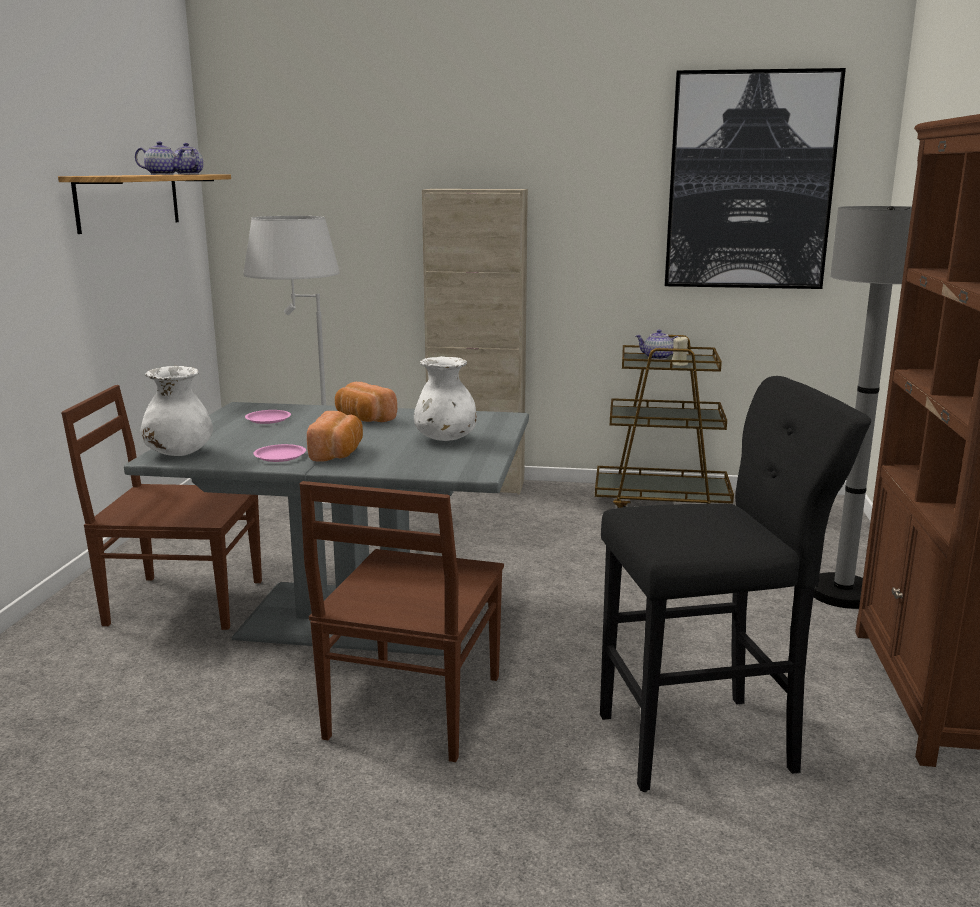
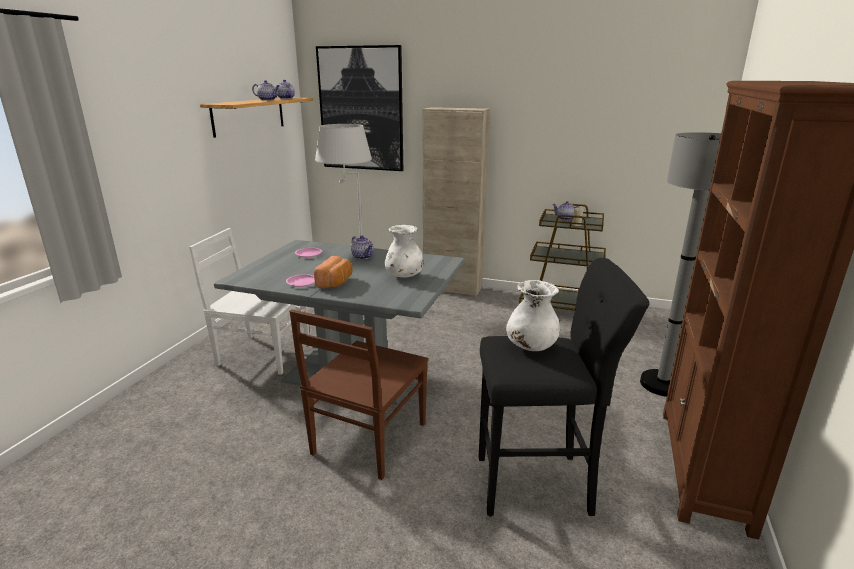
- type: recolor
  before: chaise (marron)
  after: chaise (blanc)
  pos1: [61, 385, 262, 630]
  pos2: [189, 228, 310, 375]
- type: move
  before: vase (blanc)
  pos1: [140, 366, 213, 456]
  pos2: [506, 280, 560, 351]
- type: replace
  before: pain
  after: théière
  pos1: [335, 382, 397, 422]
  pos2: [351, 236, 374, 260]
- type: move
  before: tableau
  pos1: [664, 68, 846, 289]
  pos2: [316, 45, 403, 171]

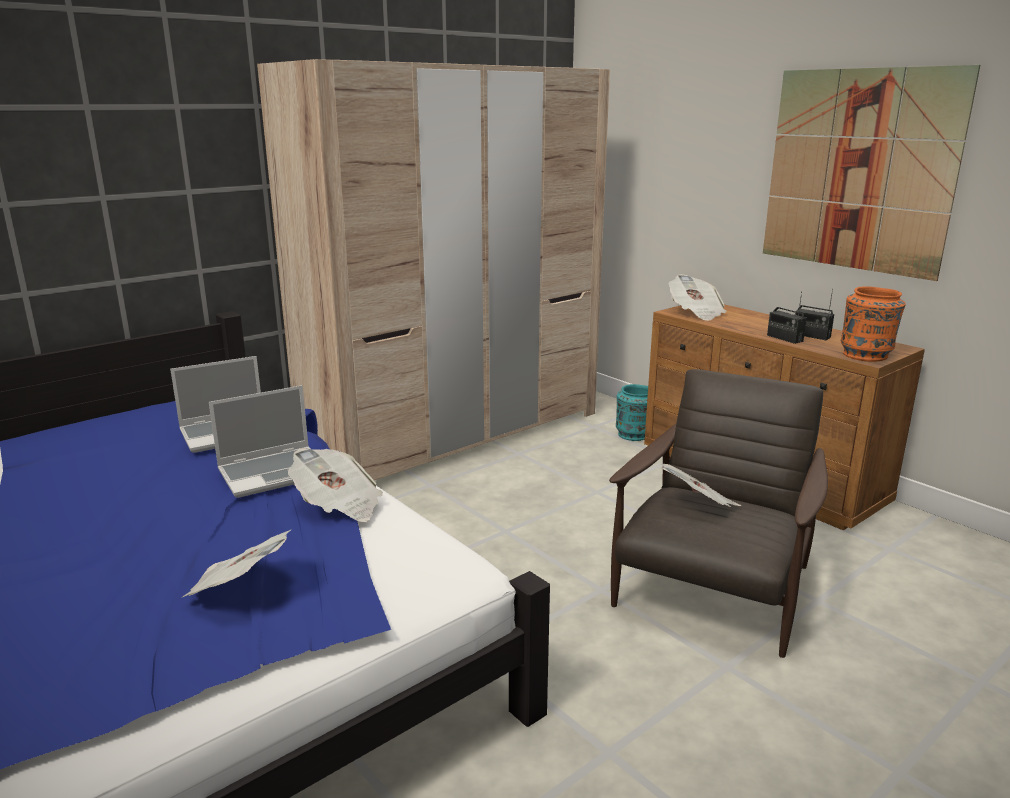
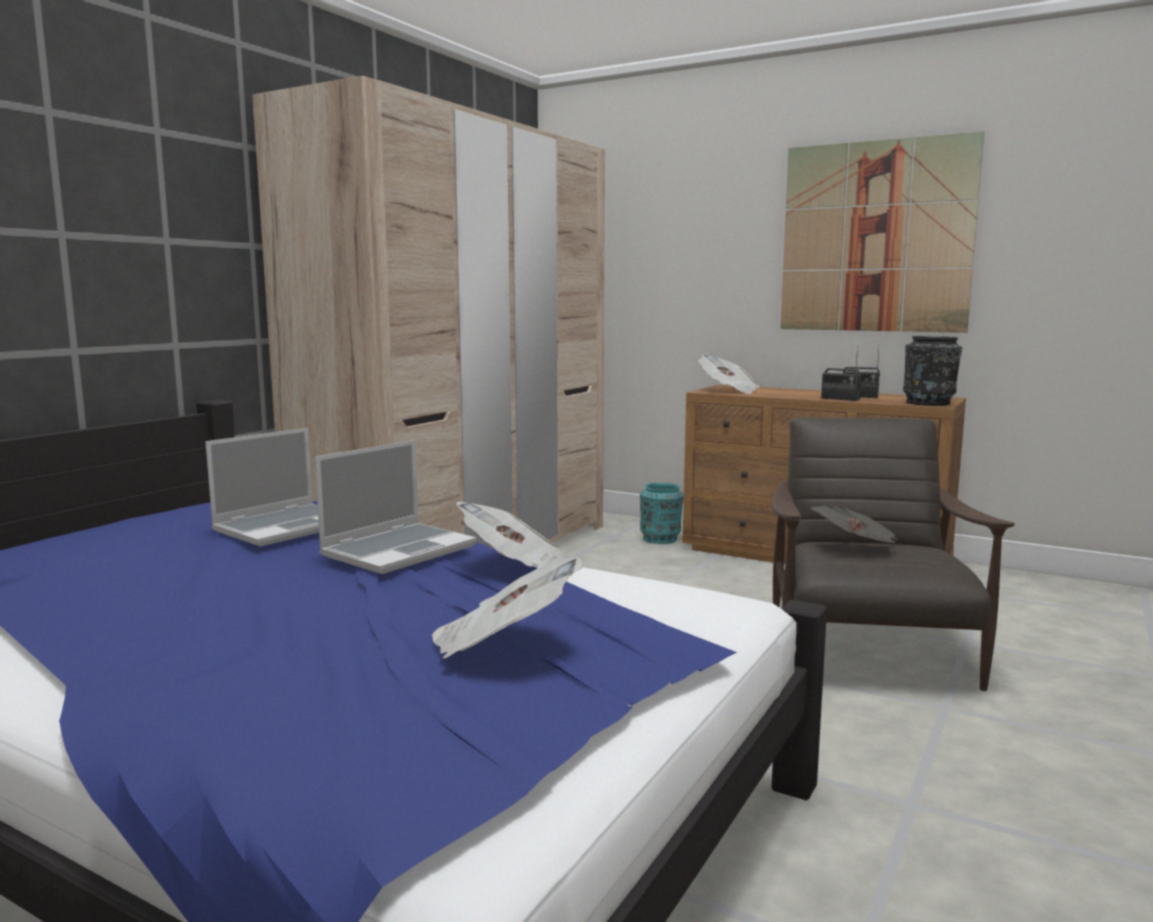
- type: recolor
  before: vase (orange)
  after: vase (noir)
  pos1: [841, 286, 906, 362]
  pos2: [903, 336, 962, 406]

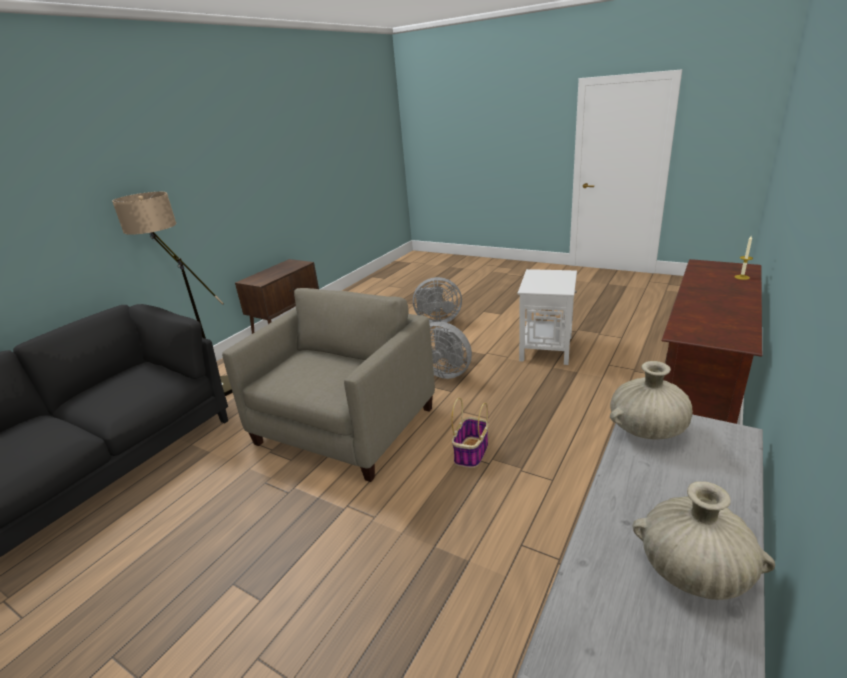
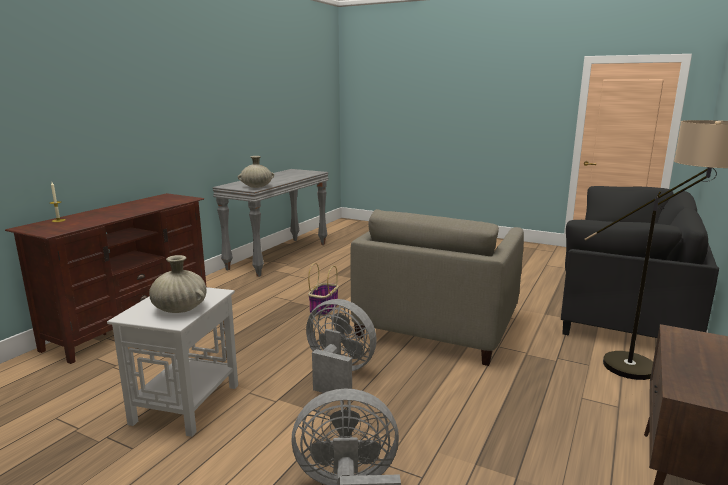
- type: move
  before: vase (beige)
  pos1: [633, 481, 775, 600]
  pos2: [149, 255, 207, 313]

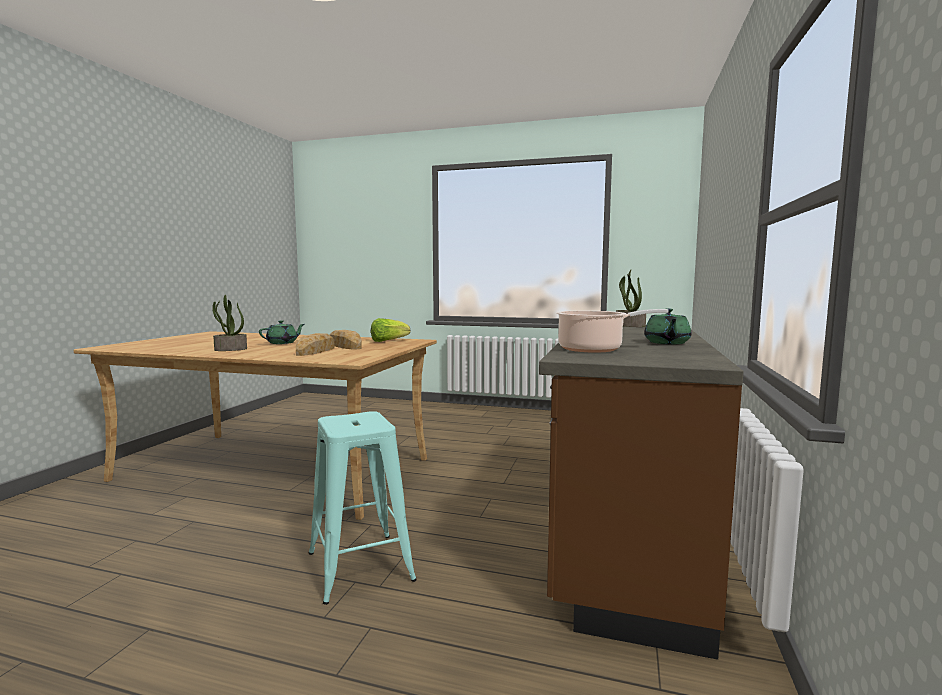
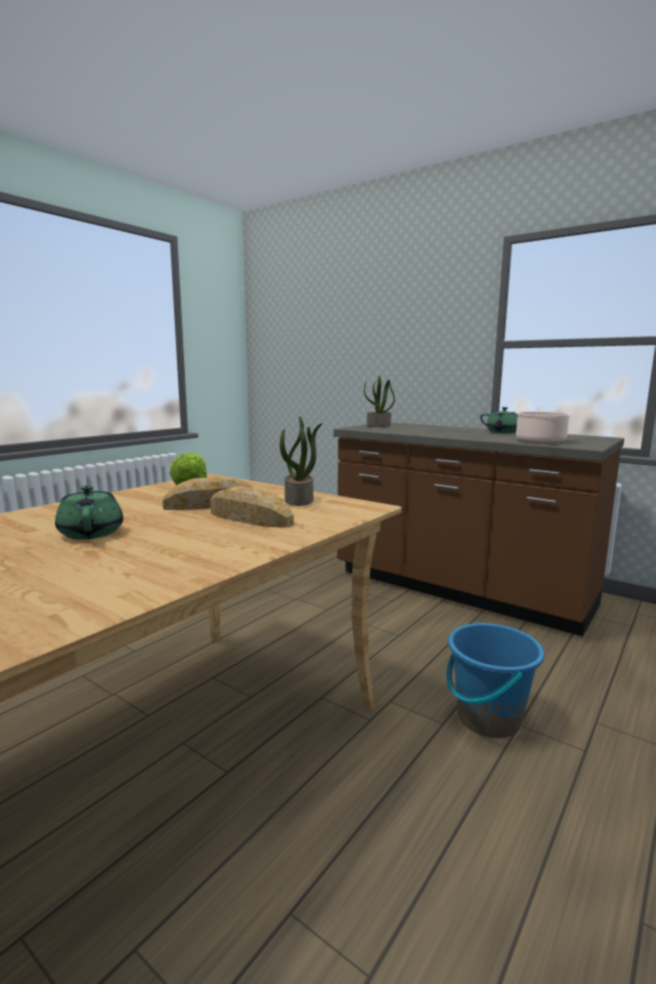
- type: move
  before: plante en pot
  pos1: [212, 295, 247, 351]
  pos2: [280, 416, 323, 506]
- type: replace
  before: tabouret (turquoise)
  after: seau (bleu)
  pos1: [309, 411, 417, 605]
  pos2: [446, 622, 544, 738]

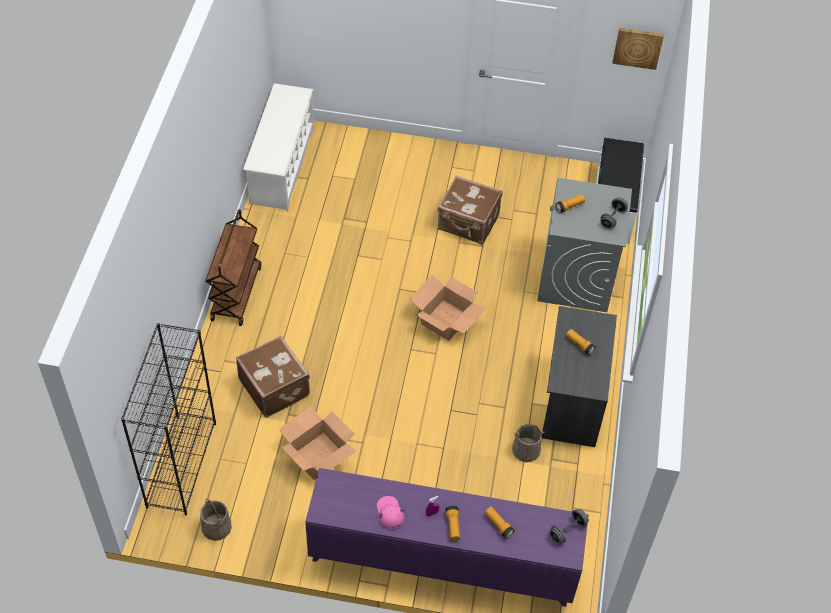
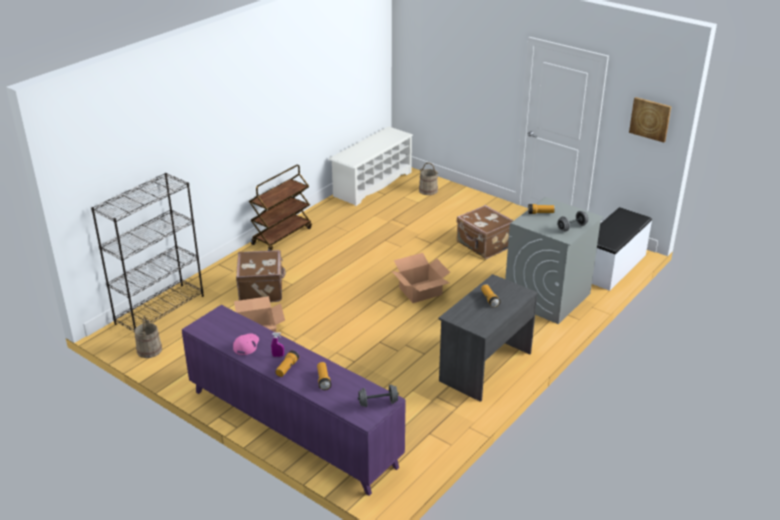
- type: move
  before: seau (beige)
  pos1: [512, 423, 545, 462]
  pos2: [419, 162, 438, 195]

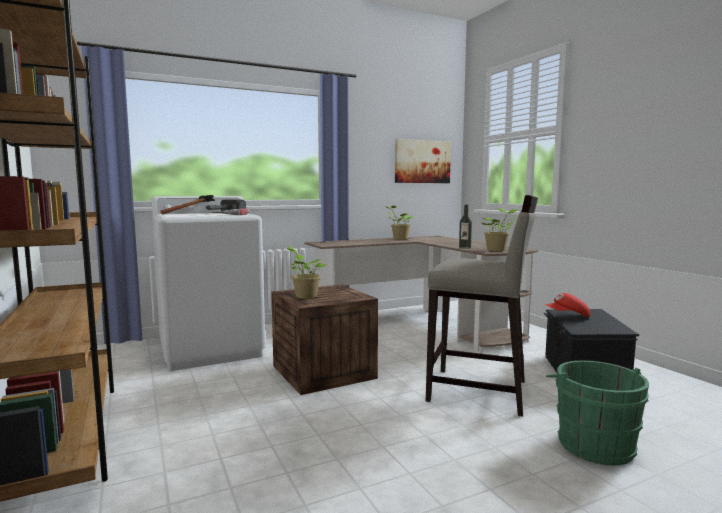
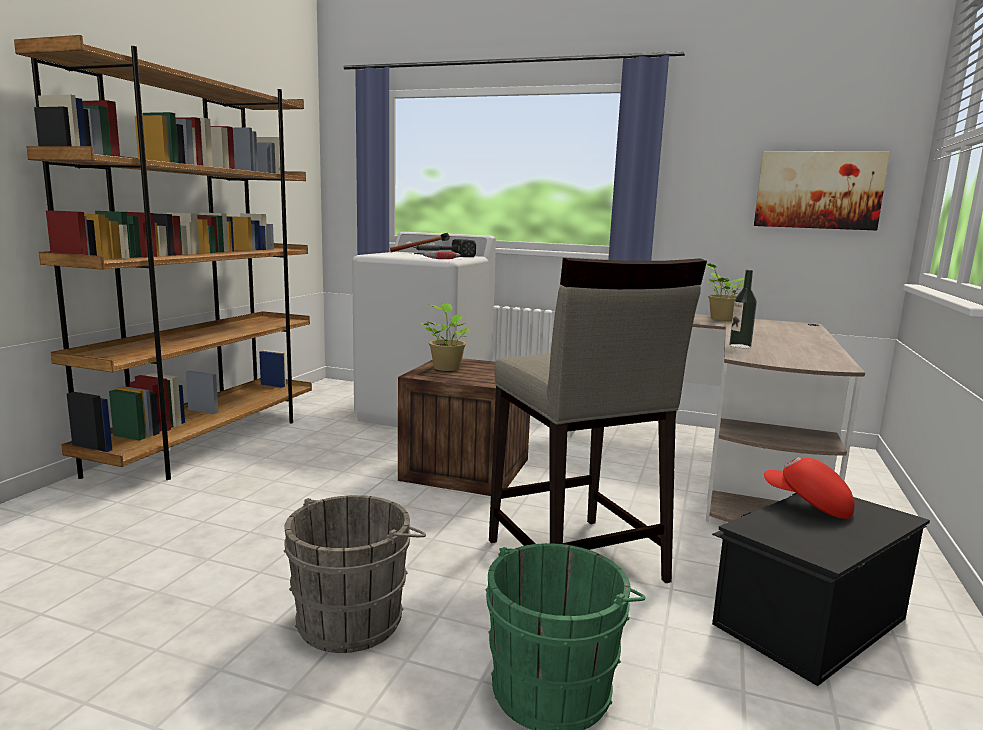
- type: delete
  before: plante en pot
  pos1: [482, 208, 518, 251]
- type: insert
  after: seau (gris)
  pos2: [284, 495, 426, 653]

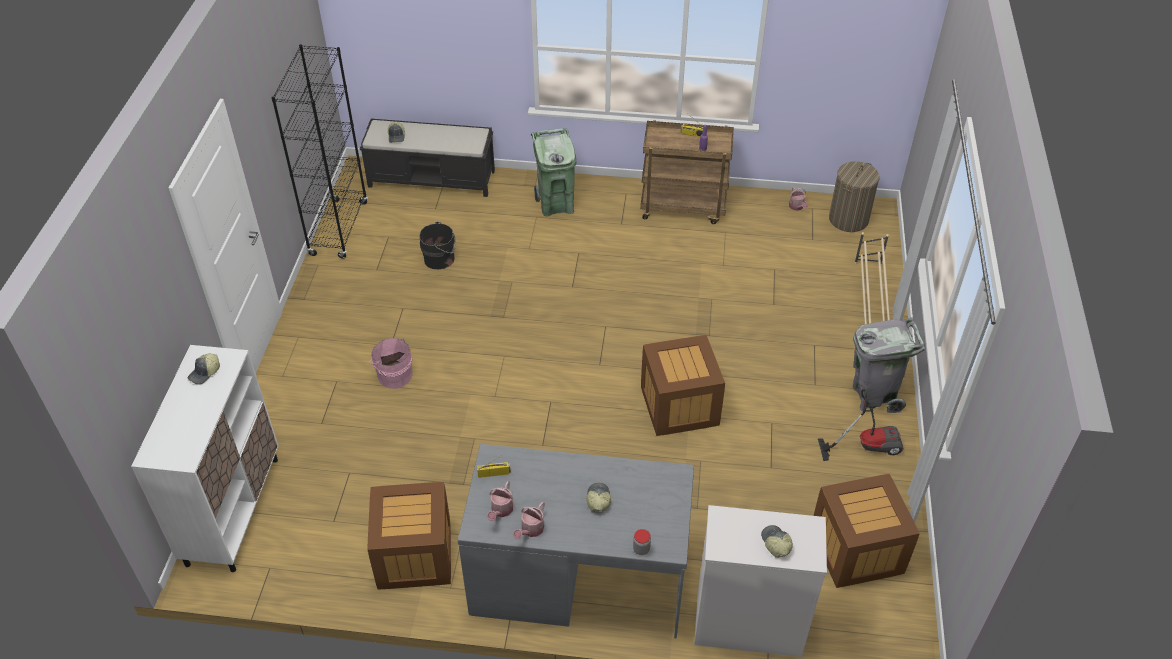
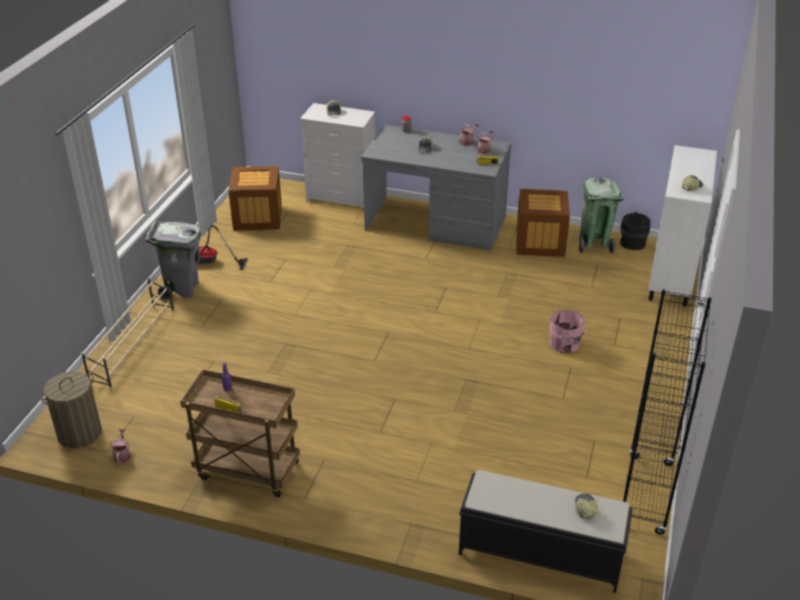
- type: move
  before: seau (noir)
  pos1: [419, 222, 456, 270]
  pos2: [620, 211, 651, 250]
- type: move
  before: poubelle (vert)
  pos1: [531, 129, 576, 217]
  pos2: [579, 177, 624, 254]
- type: delete
  before: caisse
  pos1: [641, 335, 725, 436]

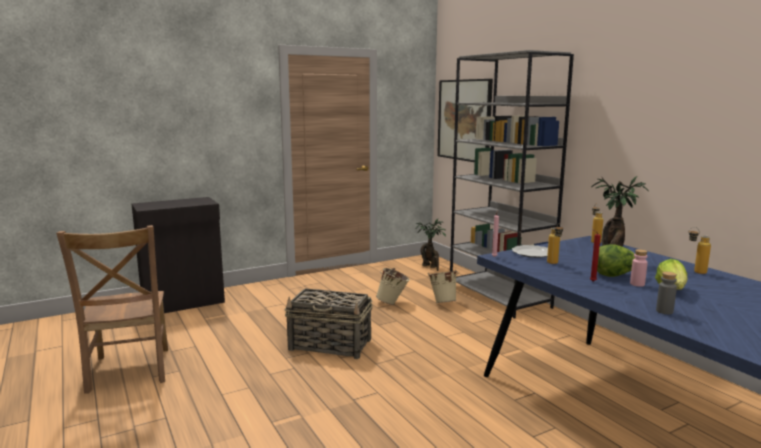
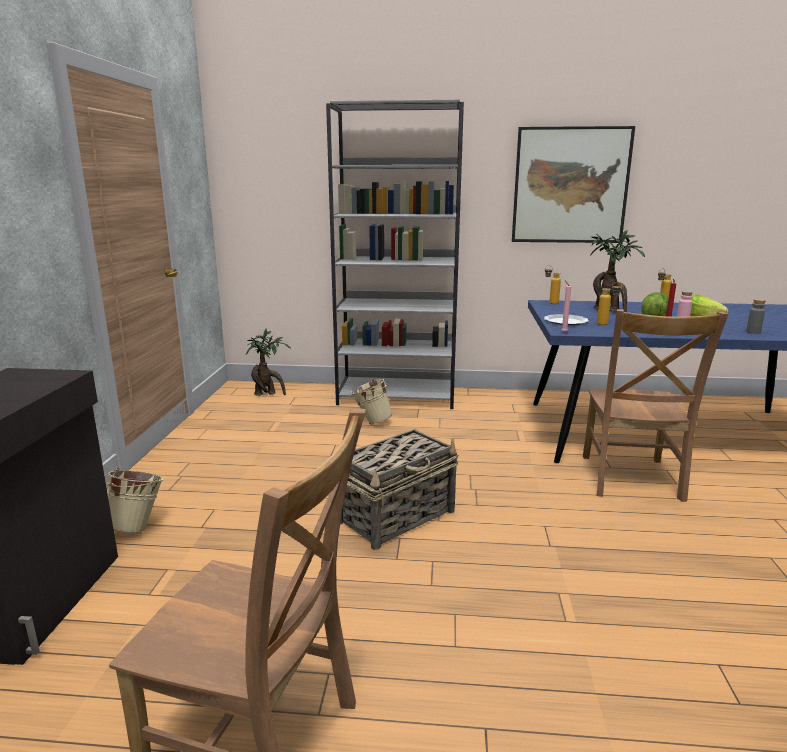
- type: move
  before: seau (beige)
  pos1: [376, 268, 410, 305]
  pos2: [105, 467, 164, 533]
- type: move
  before: tableau
  pos1: [437, 79, 493, 162]
  pos2: [512, 126, 635, 243]
- type: insert
  after: chaise (marron)
  pos2: [583, 309, 728, 502]

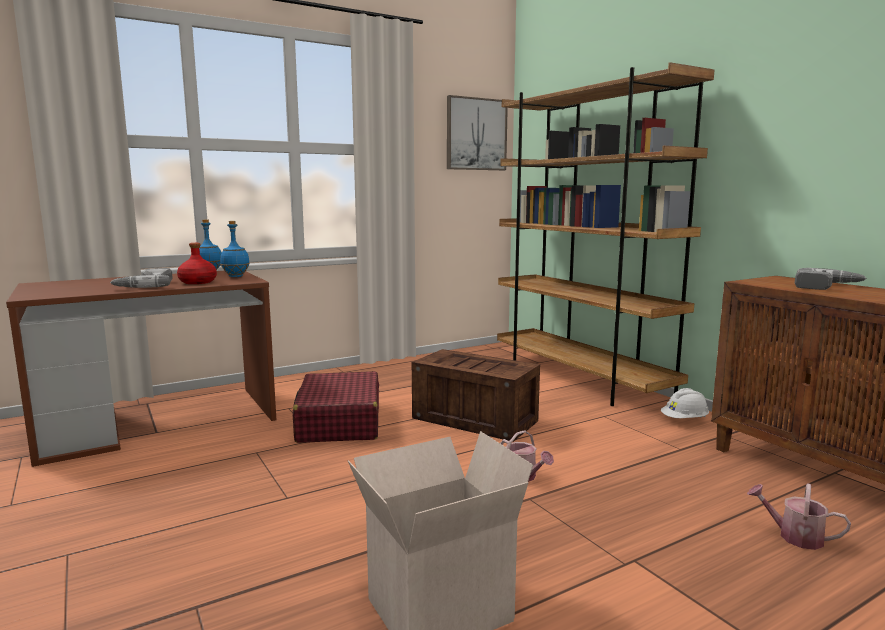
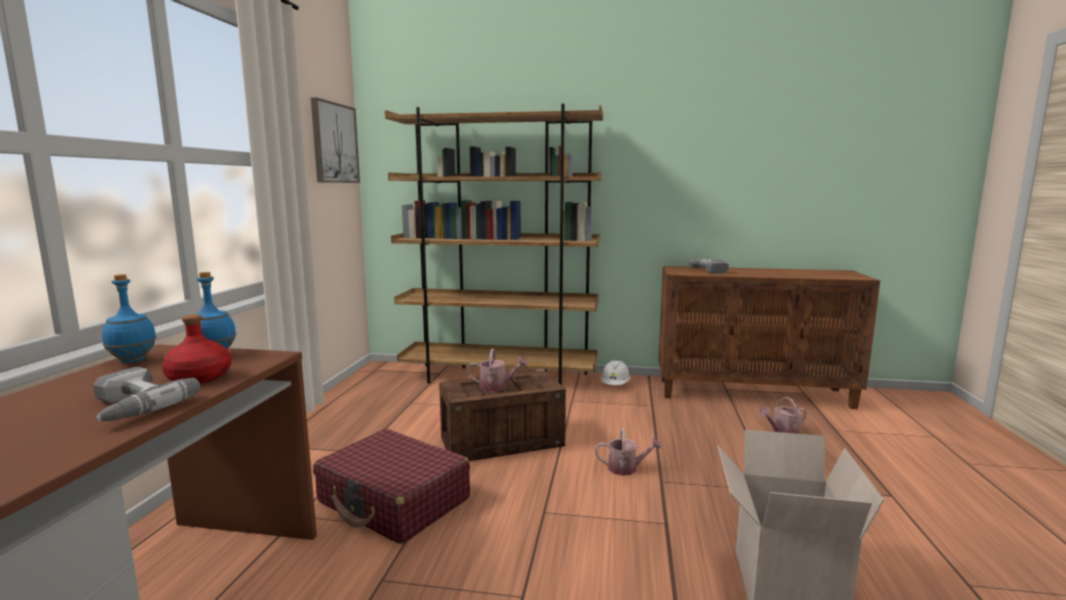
- type: insert
  after: arrosoir
  pos2: [467, 348, 528, 391]

